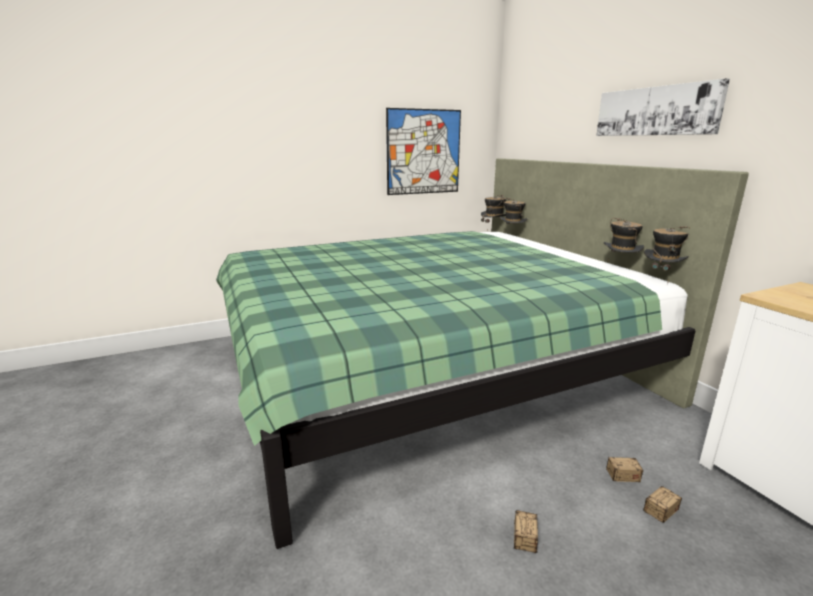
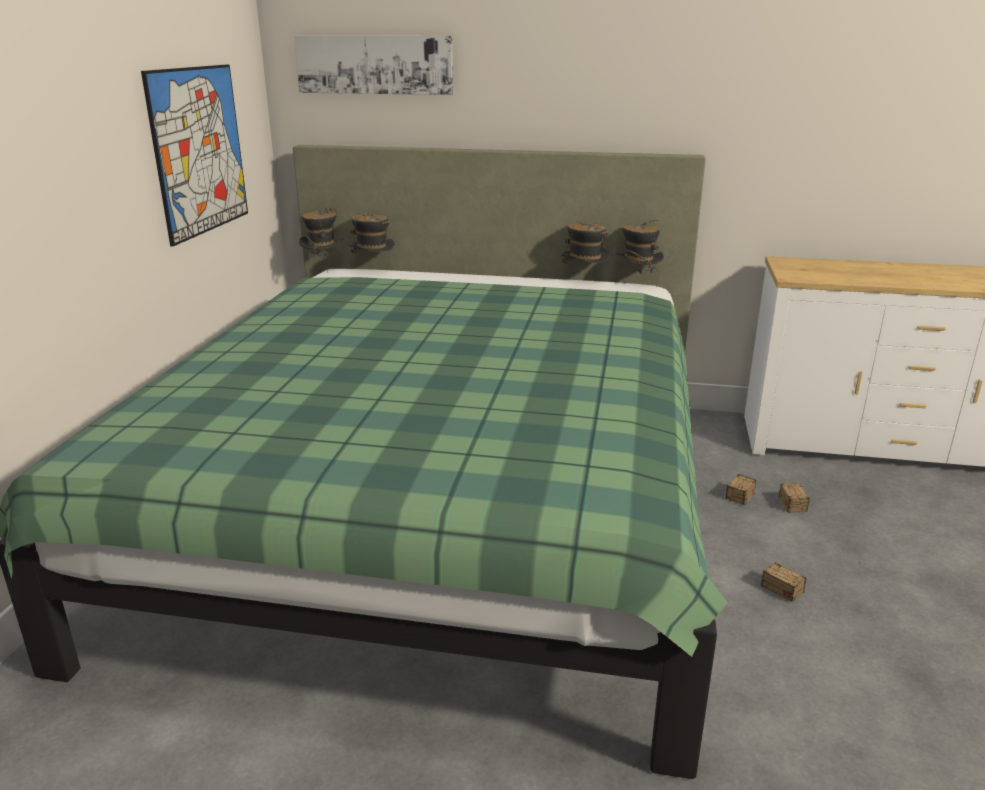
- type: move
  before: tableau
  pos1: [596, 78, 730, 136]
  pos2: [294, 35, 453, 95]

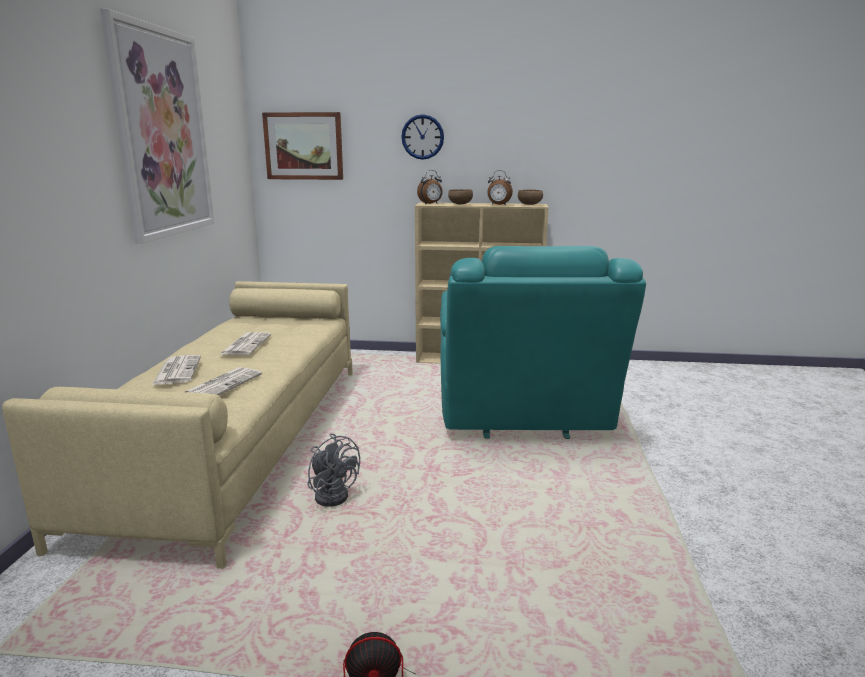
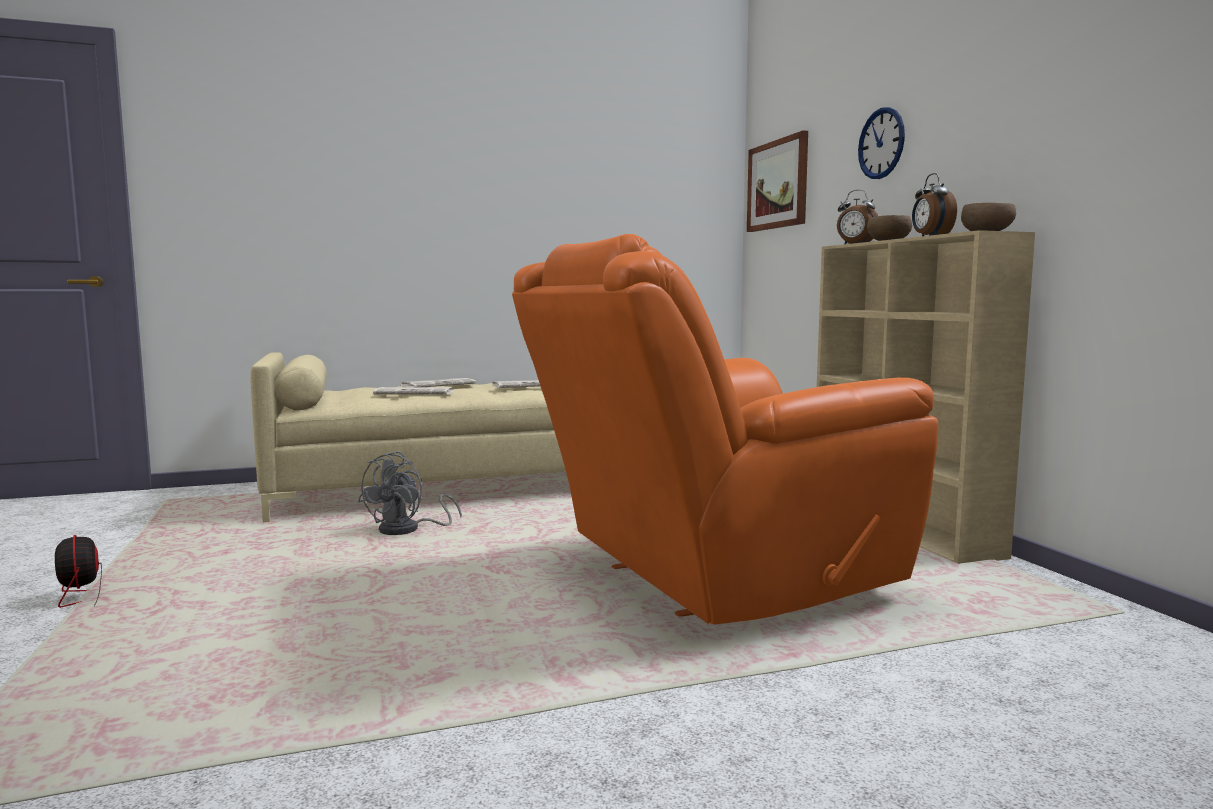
- type: delete
  before: tableau
  pos1: [100, 9, 214, 244]
- type: recolor
  before: fauteuil (turquoise)
  after: fauteuil (orange)
  pos1: [440, 246, 646, 439]
  pos2: [512, 234, 938, 625]

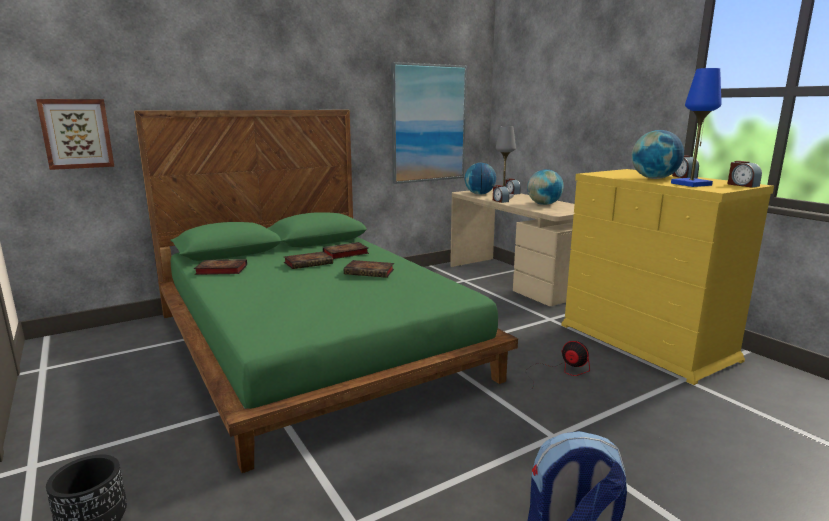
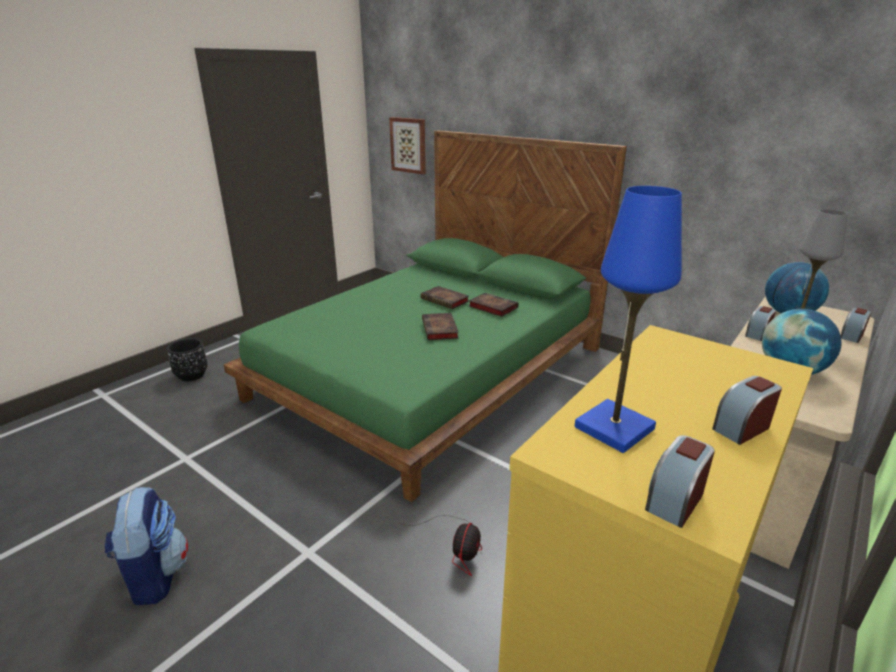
- type: delete
  before: livre
  pos1: [194, 259, 247, 275]
- type: delete
  before: tableau
  pos1: [391, 62, 467, 184]
- type: delete
  before: globe
  pos1: [632, 130, 684, 179]

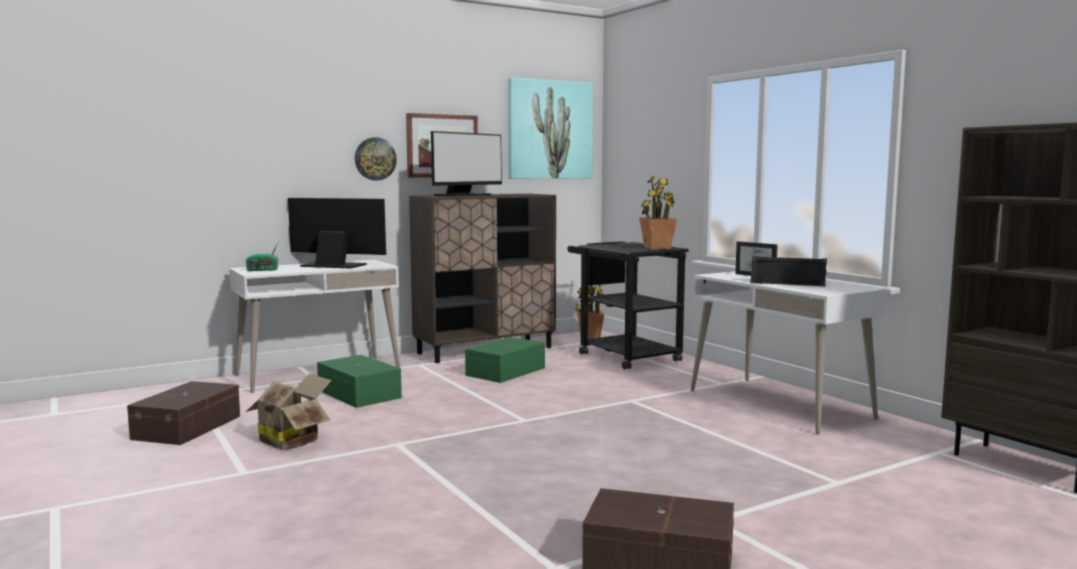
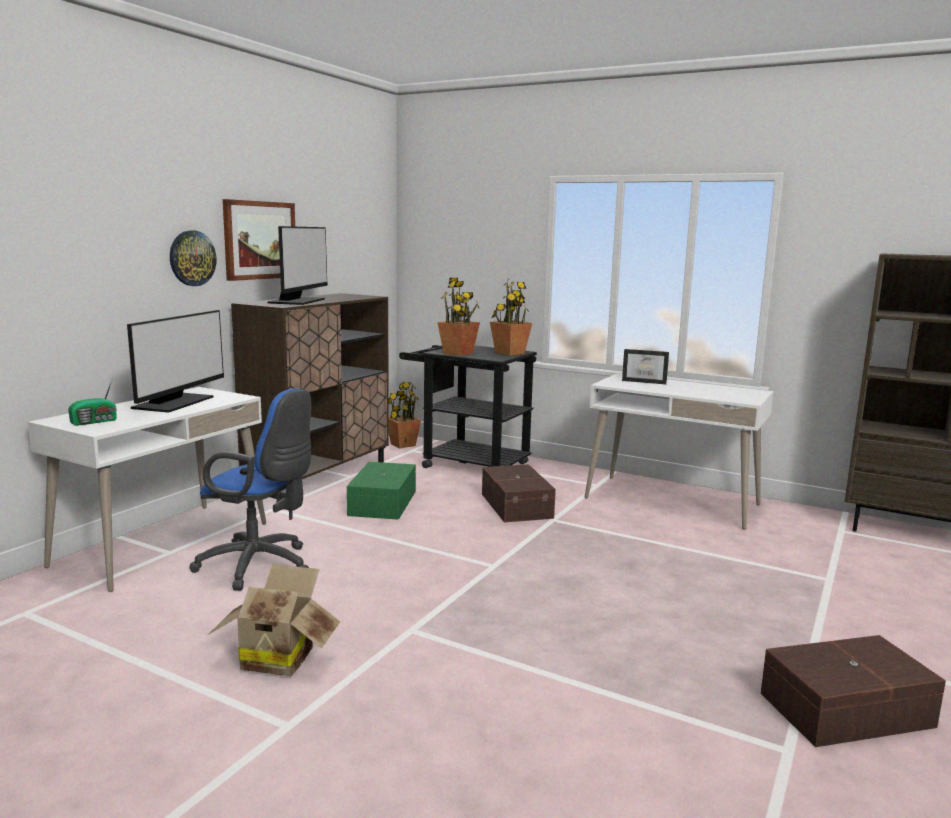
- type: move
  before: boîte de rangement (marron)
  pos1: [127, 381, 240, 445]
  pos2: [482, 464, 556, 522]
- type: rotate
  before: écran d'ordinateur
  pos1: [288, 198, 386, 268]
  pos2: [127, 310, 224, 413]
  turn: 120
- type: replace
  before: boîte de rangement (vert)
  after: chaise de bureau (bleu)
  pos1: [317, 355, 402, 408]
  pos2: [189, 389, 311, 591]
- type: delete
  before: tableau
  pos1: [508, 77, 593, 179]
- type: delete
  before: enceinte (noir)
  pos1: [750, 256, 827, 287]
- type: insert
  after: plante en pot
  pos2: [437, 278, 480, 356]

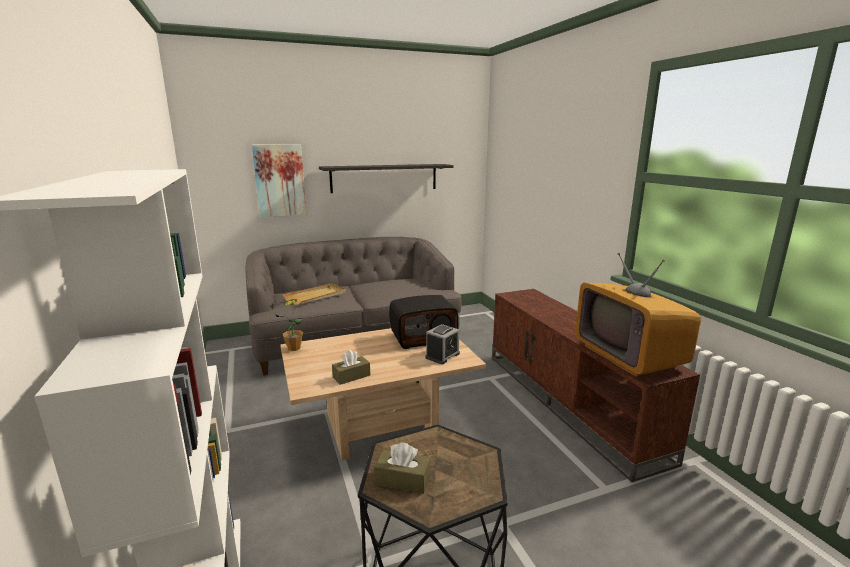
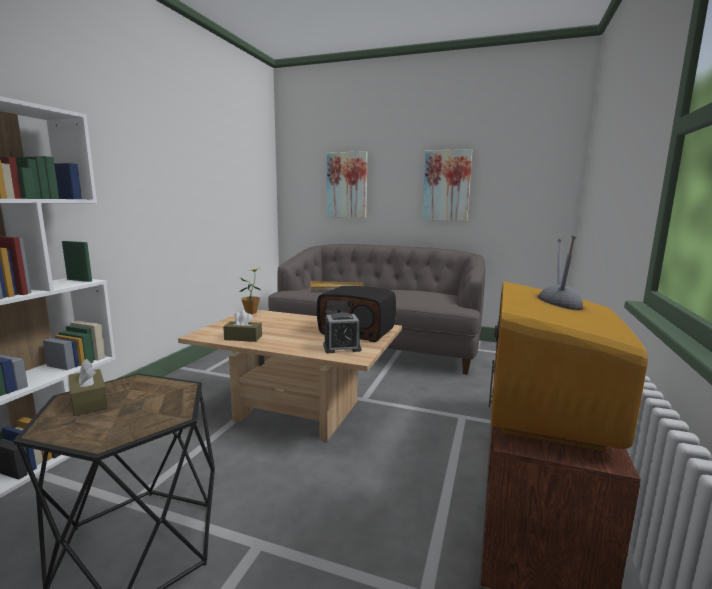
- type: replace
  before: étagère
  after: tableau
  pos1: [319, 164, 453, 193]
  pos2: [422, 149, 472, 221]

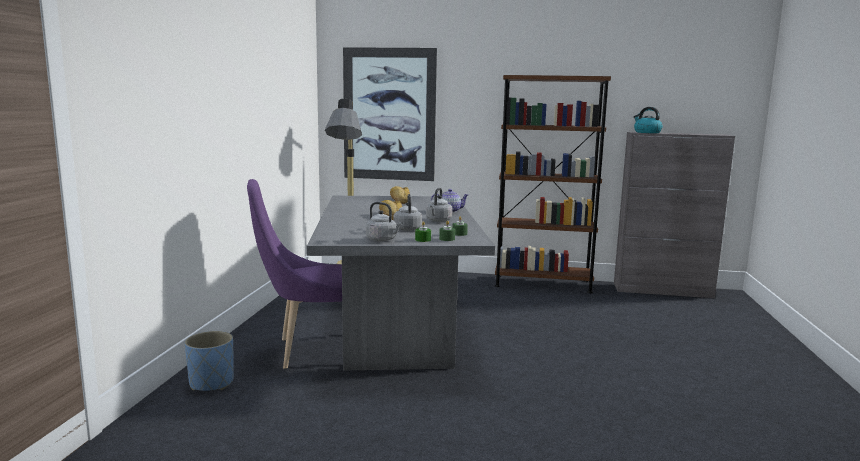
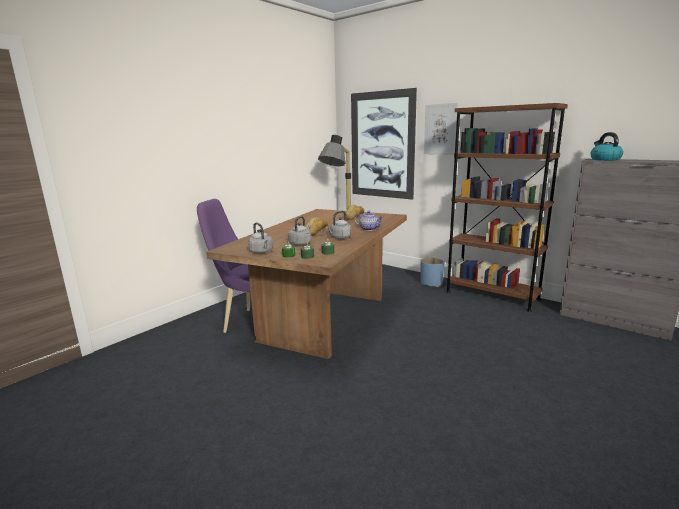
- type: move
  before: cache-pot (bleu)
  pos1: [185, 331, 234, 391]
  pos2: [421, 257, 445, 287]
- type: recolor
  before: table à manger (gris)
  after: table à manger (marron)
  pos1: [307, 196, 495, 370]
  pos2: [206, 209, 407, 359]
- type: insert
  after: tableau
  pos2: [424, 103, 458, 155]

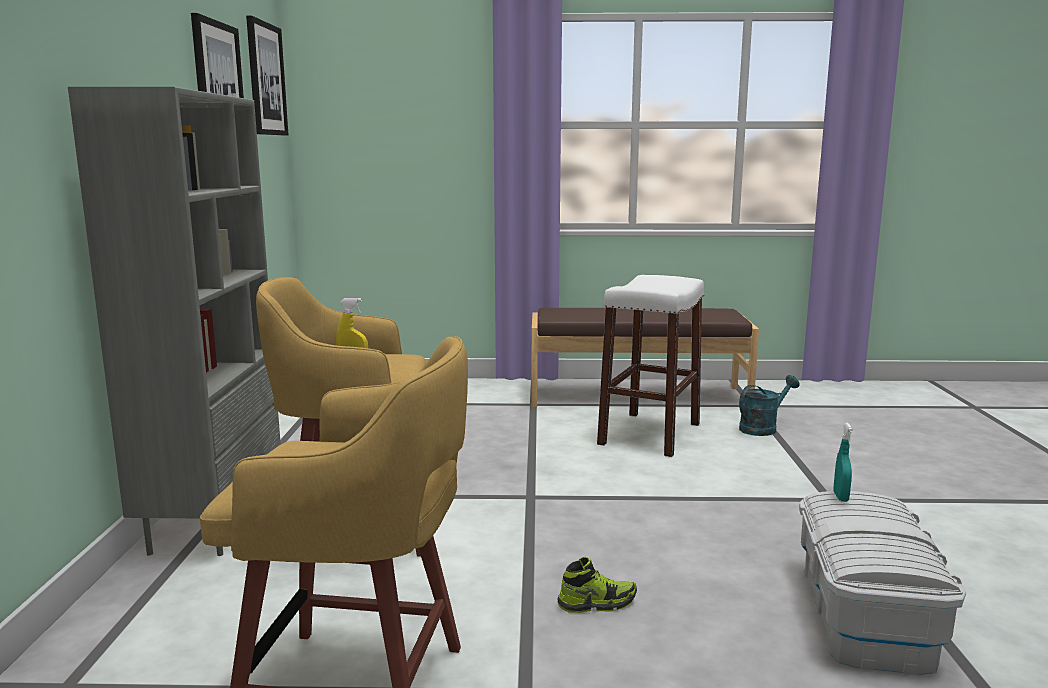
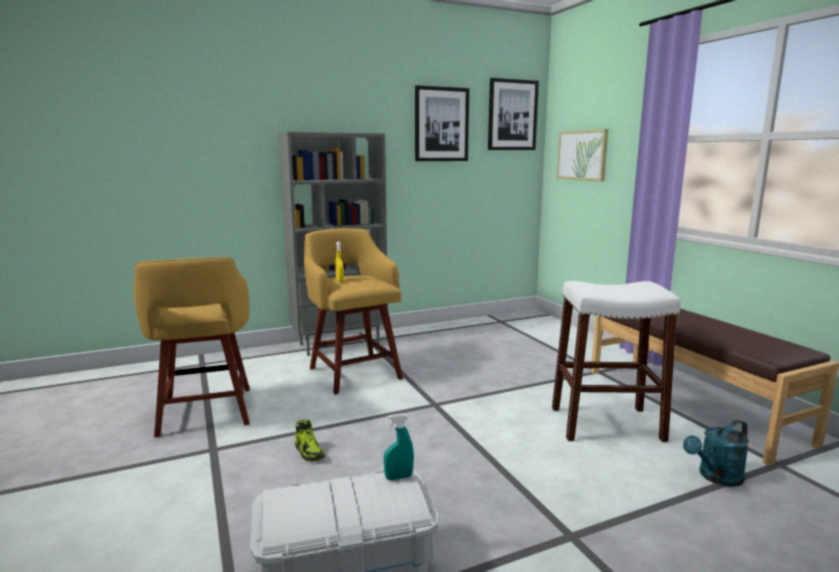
- type: rotate
  before: arrosoir (turquoise)
  pos1: [739, 375, 799, 436]
  pos2: [683, 420, 749, 487]
  turn: 120
- type: insert
  after: tableau
  pos2: [556, 129, 608, 182]

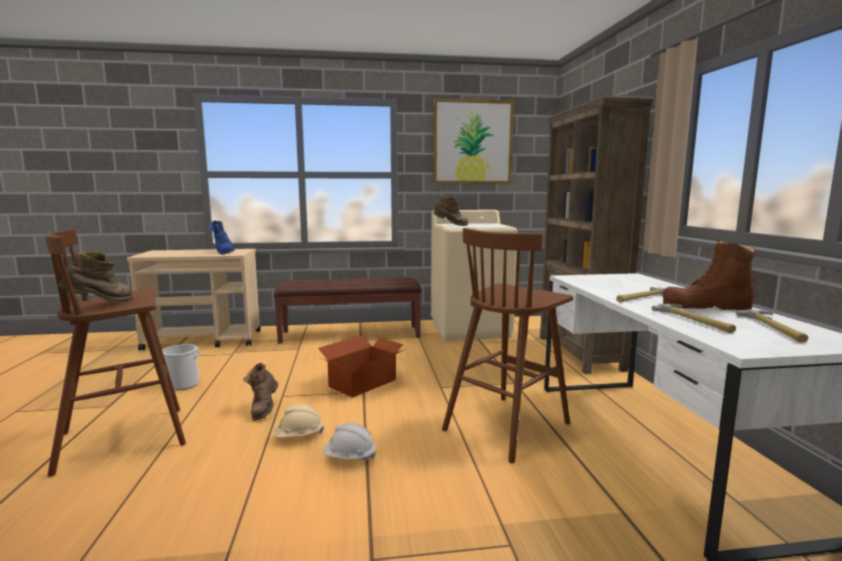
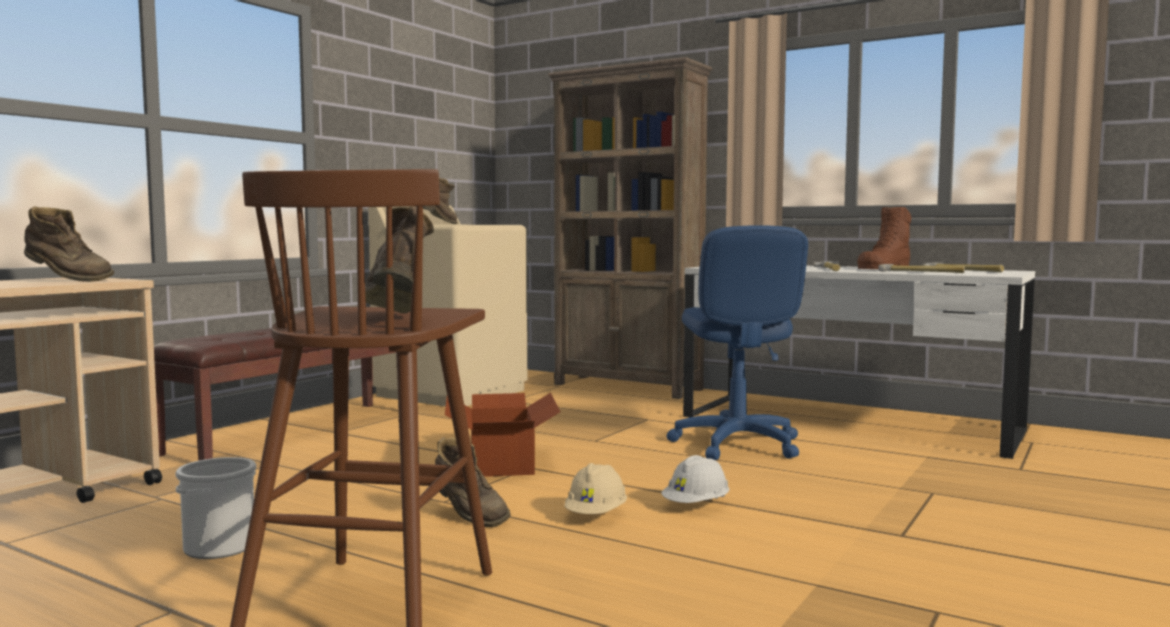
- type: recolor
  before: botte (bleu)
  after: botte (marron)
  pos1: [209, 220, 235, 254]
  pos2: [24, 206, 114, 282]
- type: delete
  before: tableau
  pos1: [433, 99, 514, 183]
- type: replace
  before: tabouret (marron)
  after: chaise de bureau (bleu)
  pos1: [442, 228, 573, 463]
  pos2: [666, 225, 808, 460]

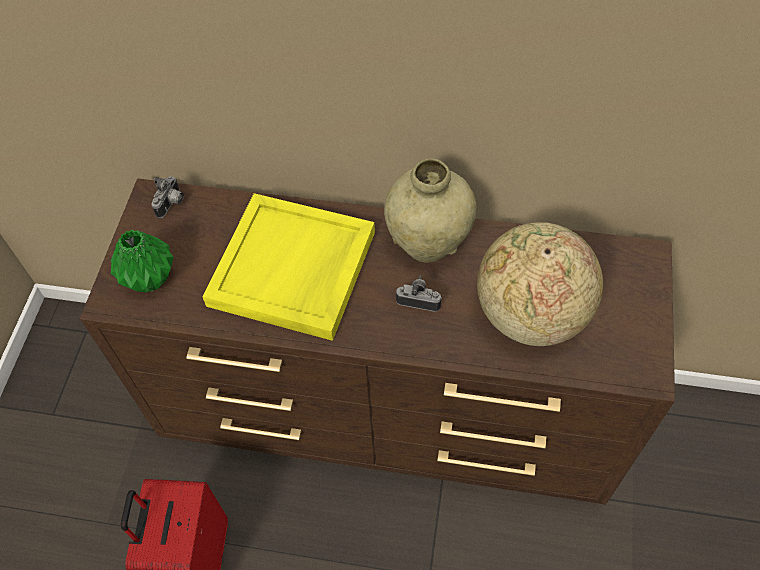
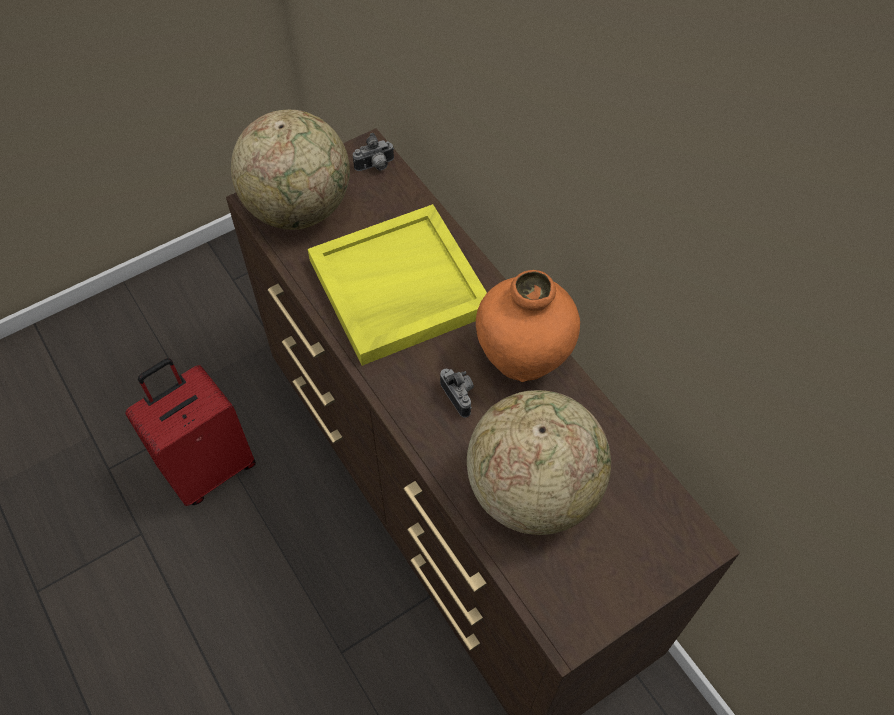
- type: replace
  before: vase (vert)
  after: globe
  pos1: [111, 230, 173, 292]
  pos2: [231, 109, 350, 230]
- type: recolor
  before: vase (beige)
  after: vase (orange)
  pos1: [384, 159, 477, 263]
  pos2: [476, 270, 580, 382]

